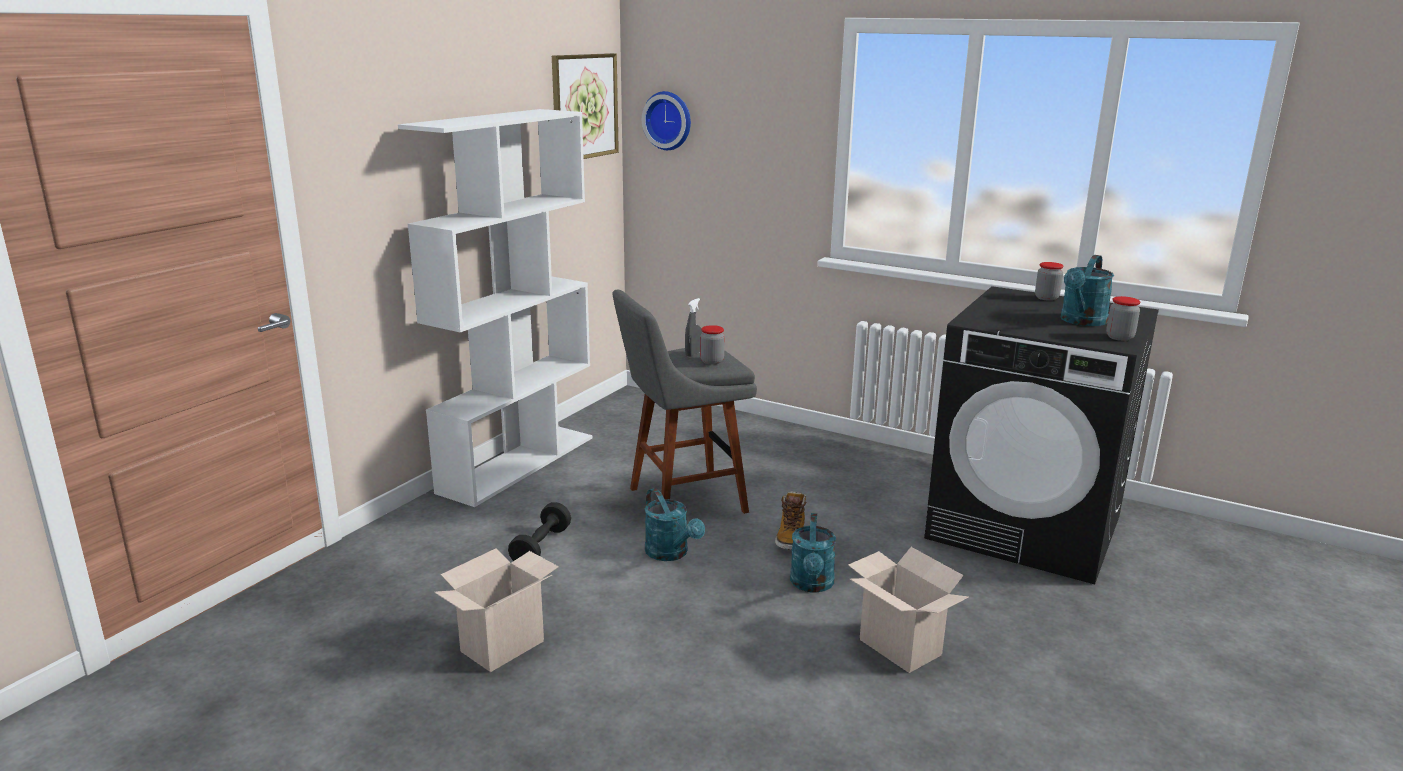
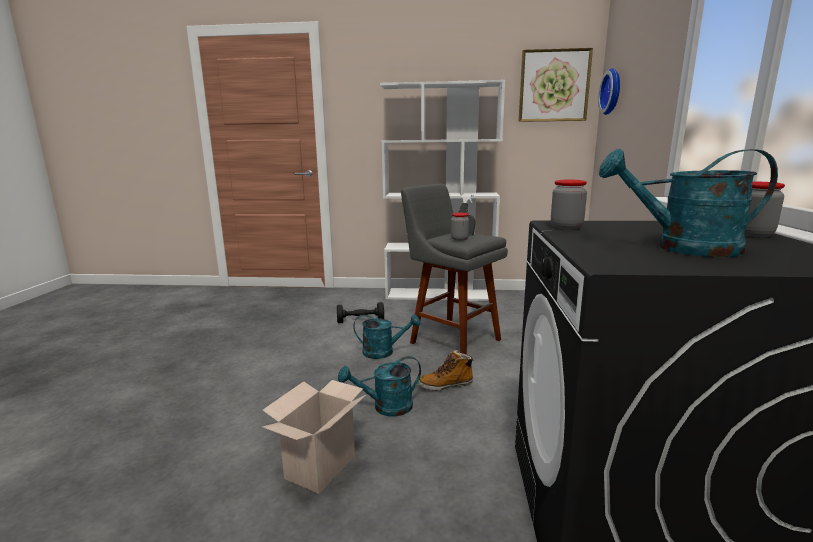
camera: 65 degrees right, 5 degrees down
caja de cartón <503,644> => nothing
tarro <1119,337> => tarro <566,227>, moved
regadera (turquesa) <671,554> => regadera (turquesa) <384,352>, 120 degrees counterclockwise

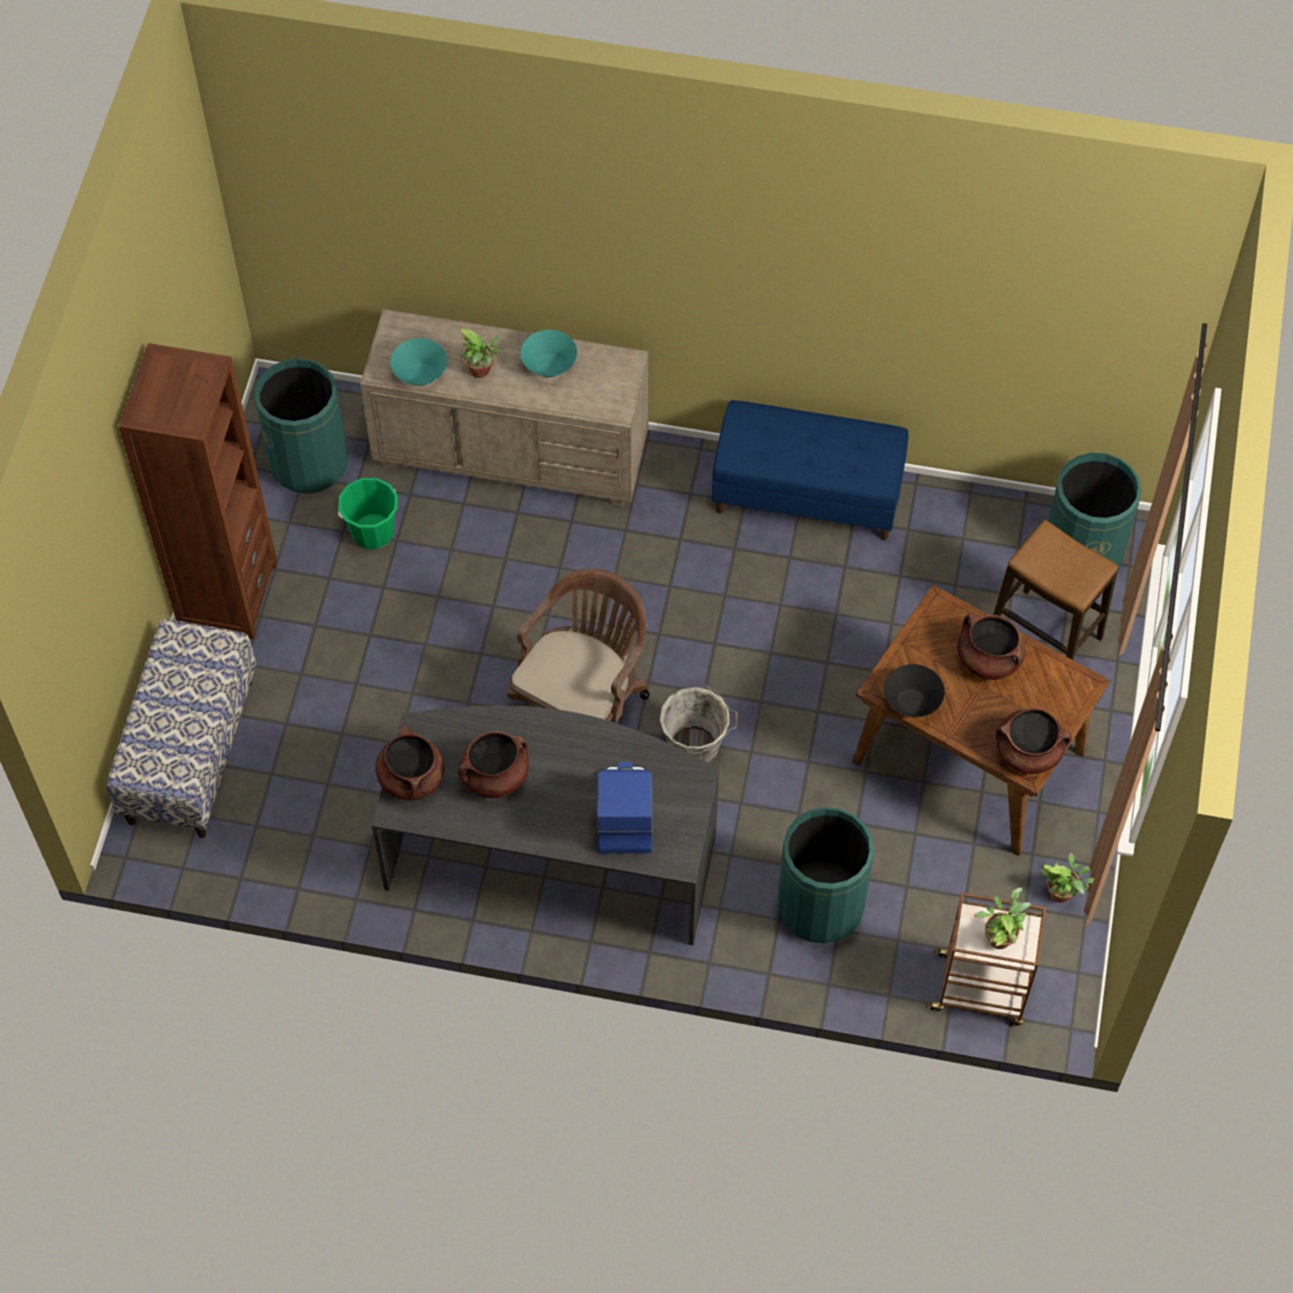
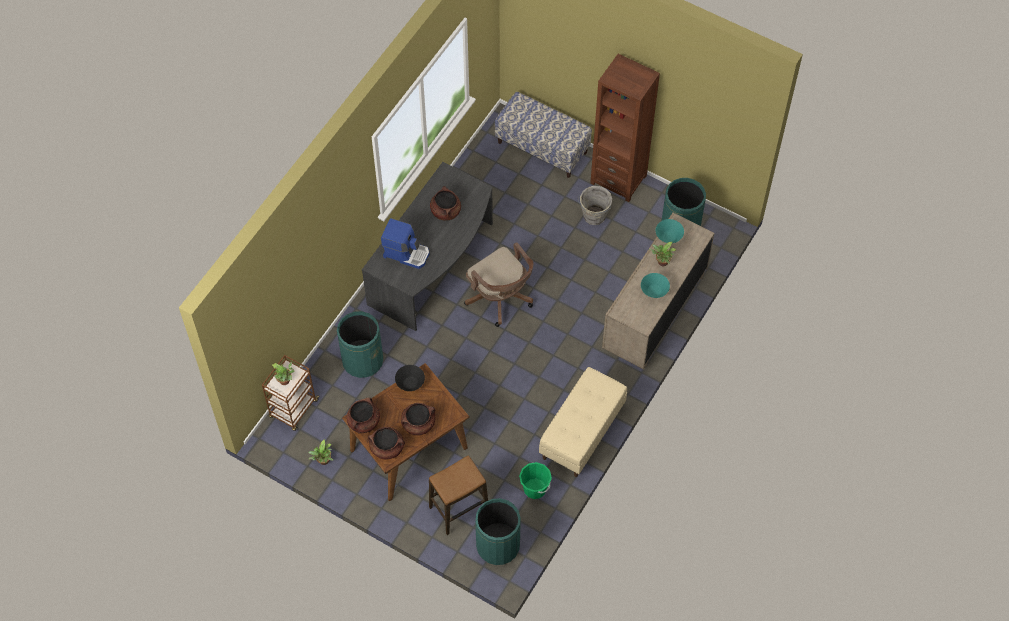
camera: 110 degrees right, 0 degrees up
cubo (verde) <372,531> => cubo (verde) <535,488>, moved
olla (marrón) <411,778> => olla (marrón) <387,448>, moved
cubo (gris) <696,749> => cubo (gris) <594,217>, moved
banco (azul) <808,494> => banco (beis) <582,433>

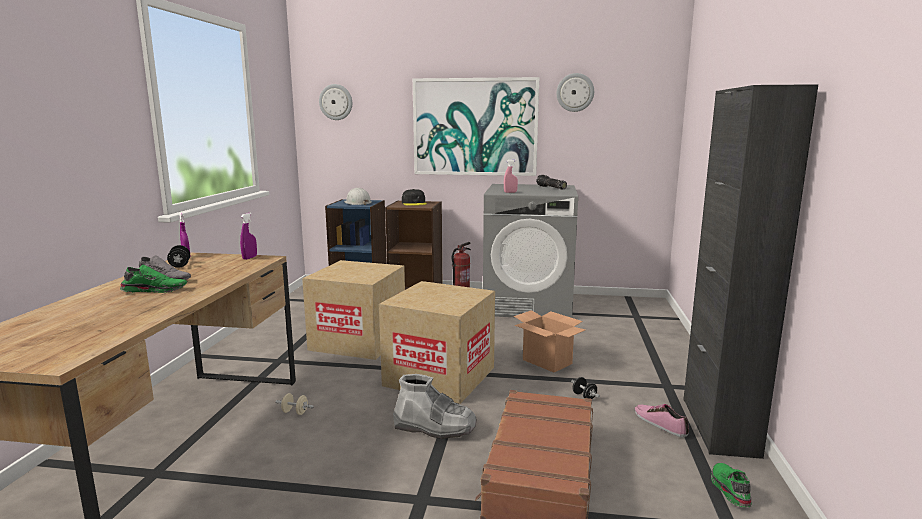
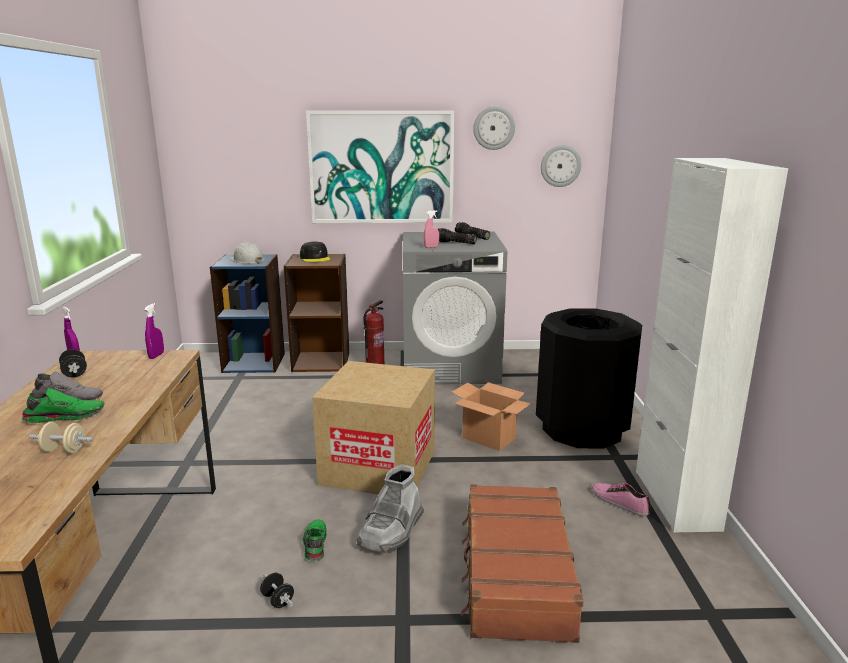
camera: 10 degrees left, 5 degrees up
caja de cartón <358,341> => nothing
nothing => linterna <455,243>
nothing => papelera (negro) <581,429>
mancuerna (beis) <295,412> => mancuerna (beis) <64,450>, moved
reloj de pared <336,102> => reloj de pared <560,166>, moved
mancuerna (negro) <584,396> => mancuerna (negro) <278,600>, moved
zapato (verde) <729,490> => zapato (verde) <314,544>, moved
armario (negro) <719,426> => armario (blanco) <676,499>
bota (gris) <435,427> => bota (gris) <392,531>, 105 degrees clockwise

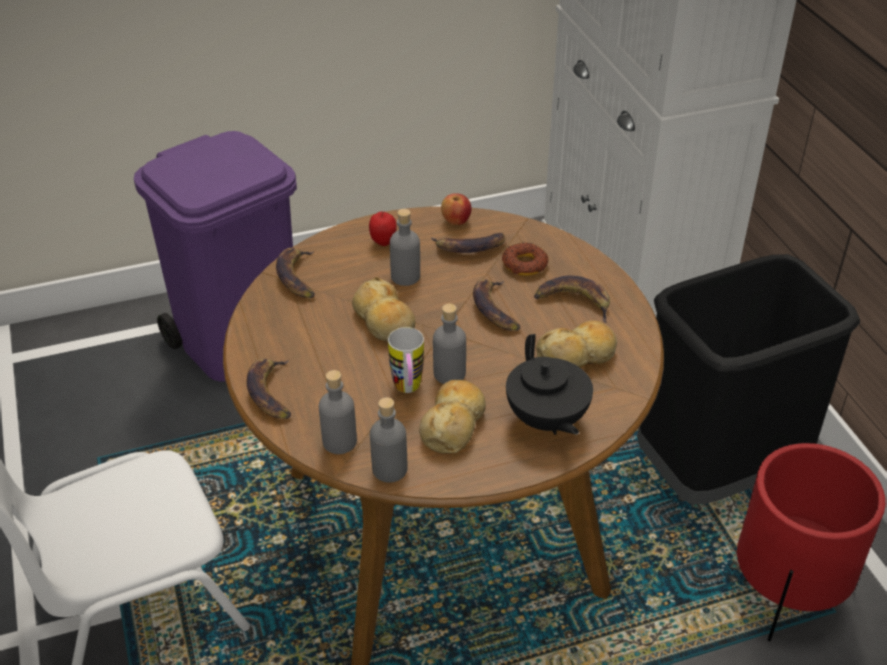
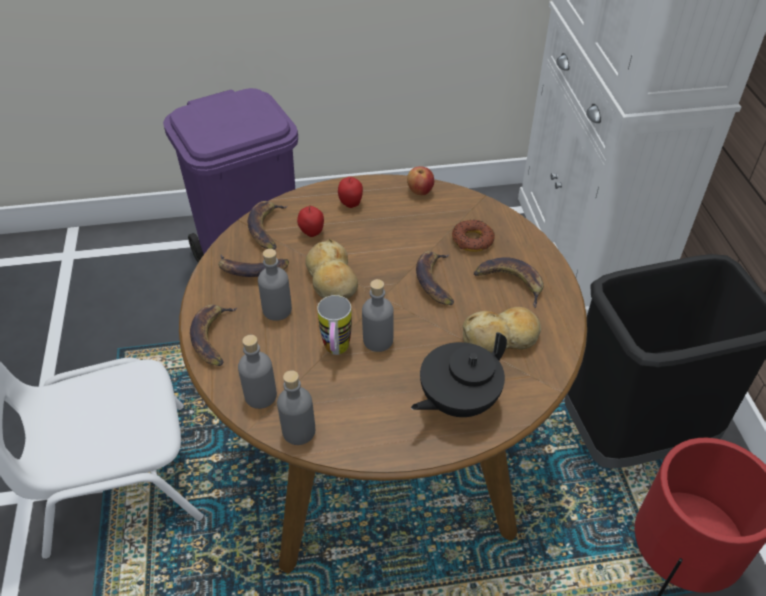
camera: 10 degrees right, 5 degrees up
pan <453,424> => nothing
nothing => manzana <311,233>
botella (gris) <405,276> => botella (gris) <277,310>, moved
plátano <469,248> => plátano <251,270>, moved
tetera (negro) <546,420> => tetera (negro) <457,401>, 60 degrees clockwise

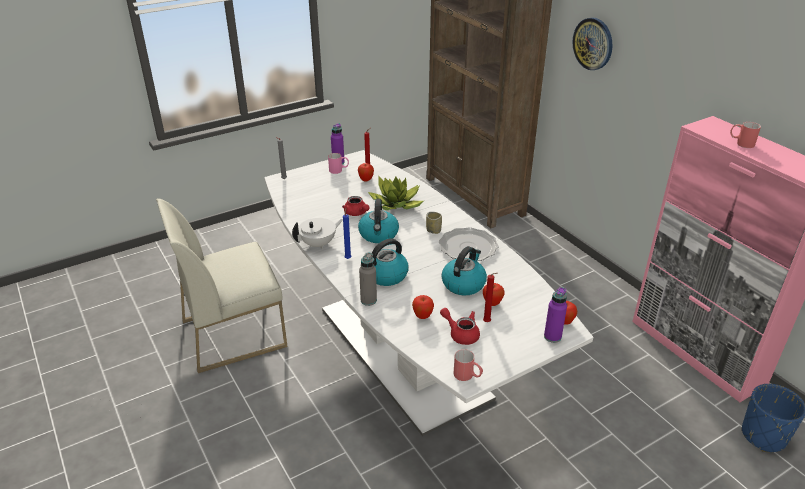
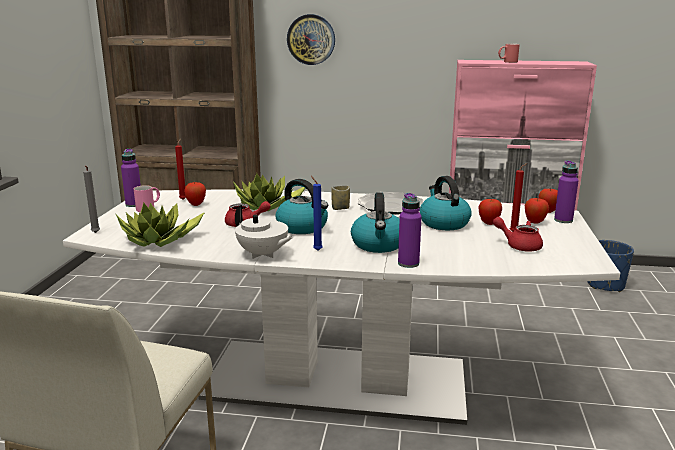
camera: 50 degrees left, 15 degrees down
taza grande (rojo) <467,376> => nothing
nothing => planta en maceta <159,241>
manzana <422,316> => manzana <534,222>, moved
botella (gris) <368,300> => botella (morado) <408,263>
tetera (blanco) <319,244> => tetera (blanco) <263,254>, 120 degrees clockwise
tetera (rojo) <461,334> => tetera (rojo) <519,245>, 45 degrees clockwise

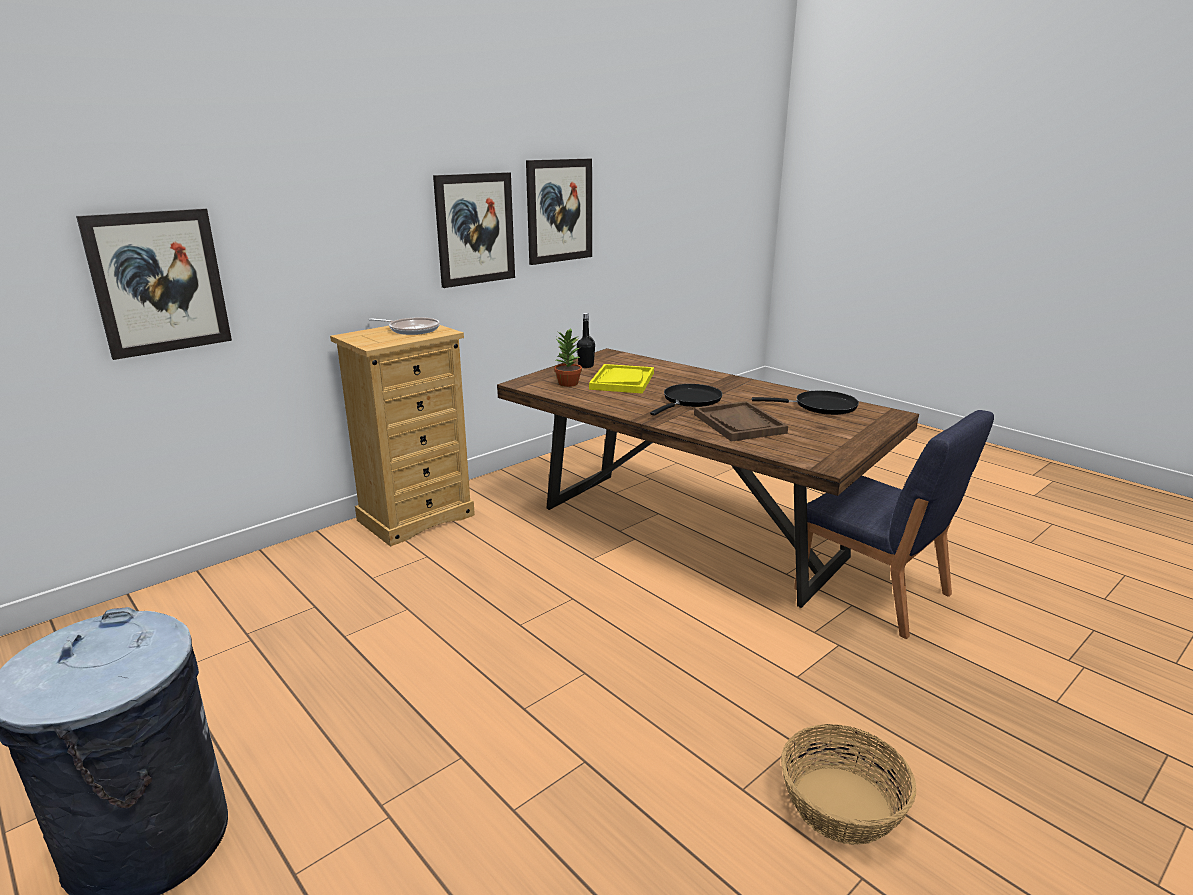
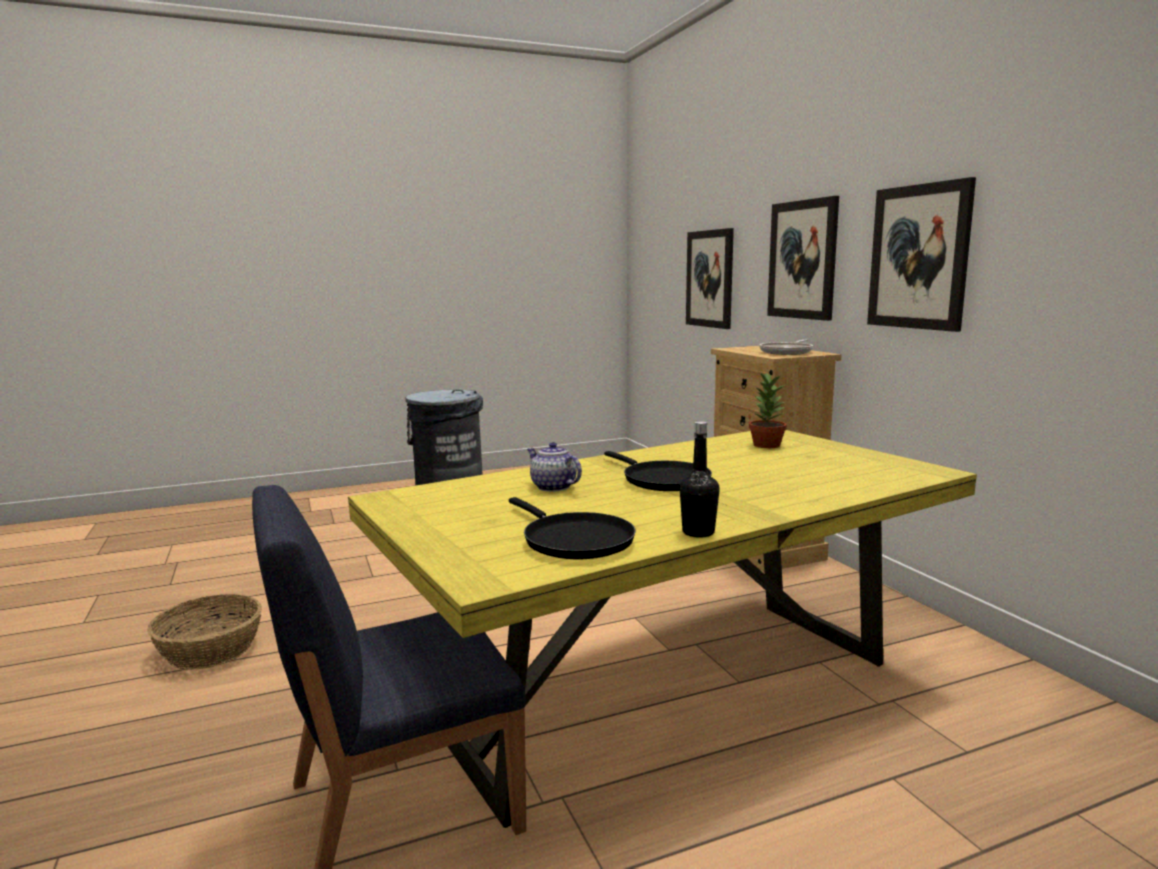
camera: 110 degrees right, 10 degrees down
bandeja (amarillo) <622,381> => nothing
cuadro <559,211> => cuadro <802,260>, moved
botella (negro) <586,366> => botella (negro) <698,532>, moved
bandeja (marrón) <739,424> => tetera <552,487>
mesa de comedor (marrón) <690,532> => mesa de comedor (amarillo) <669,694>
sartén (negro) <821,406> => sartén (negro) <573,540>, 60 degrees counterclockwise

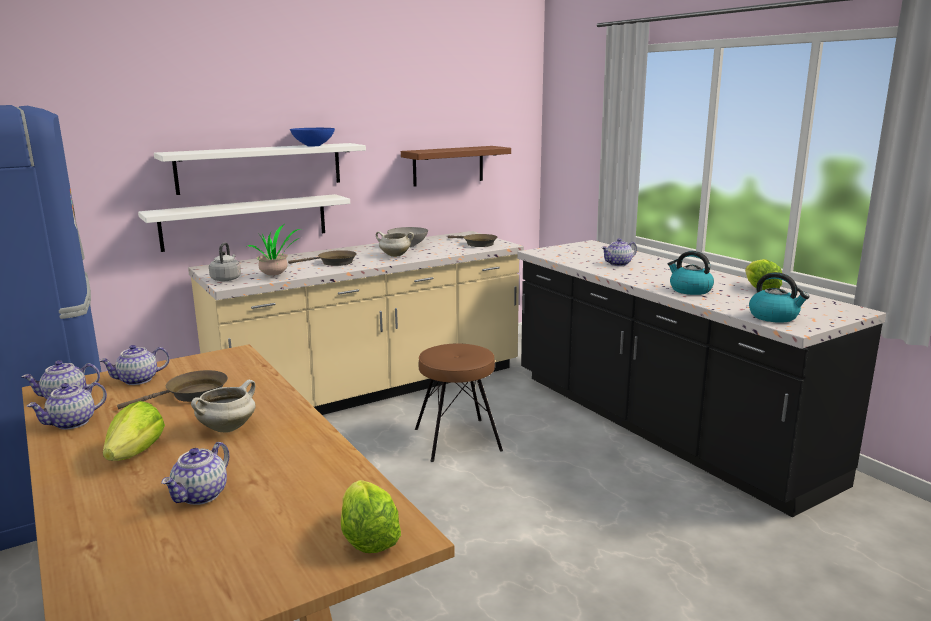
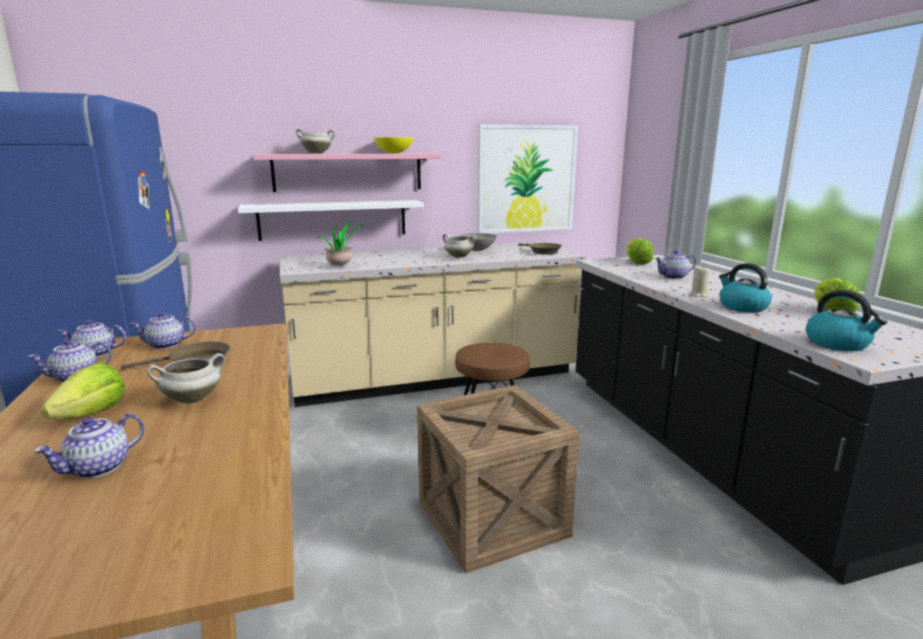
camera: 15 degrees right, 0 degrees up
hervidor (gris) <226,279> => nothing
sartén (marrón) <333,263> => nothing
nothing => olla (blanco) <317,153>
nothing => caja de embalaje <492,518>
nothing => vela (beis) <698,295>
lechuga <368,538> => lechuga <636,262>, moved
estante (marrón) <448,165> => cuadro <526,179>
estante (blanco) <260,168> => estante (rosa) <348,172>
cuenco (azul) <314,145> => cuenco (amarillo) <394,153>

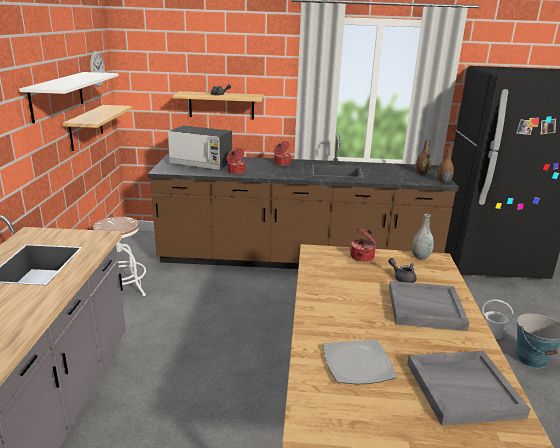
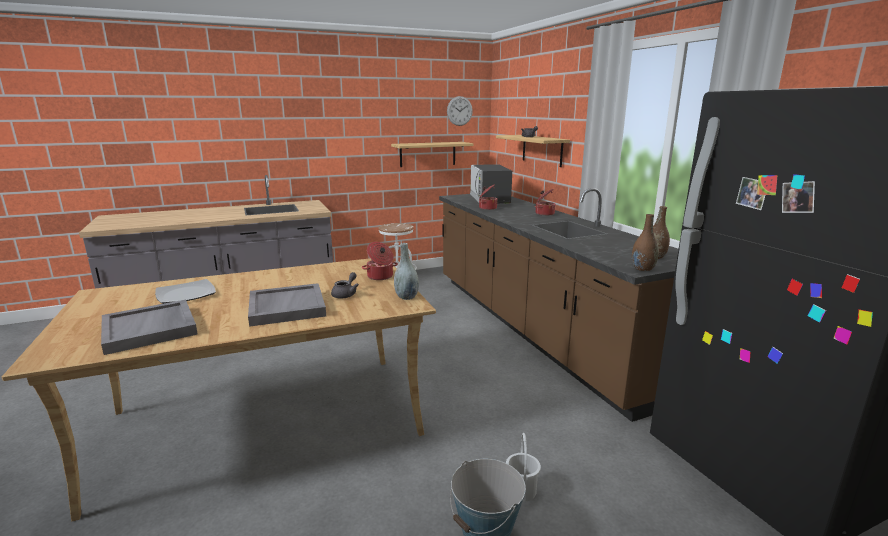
camera: 65 degrees right, 5 degrees down
estante (blanco) <57,96> => nothing

